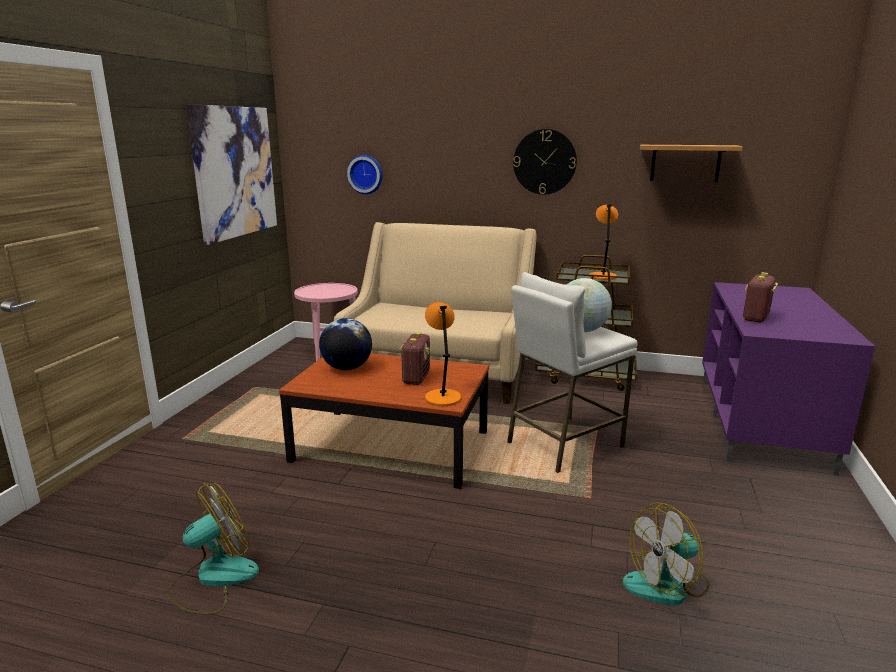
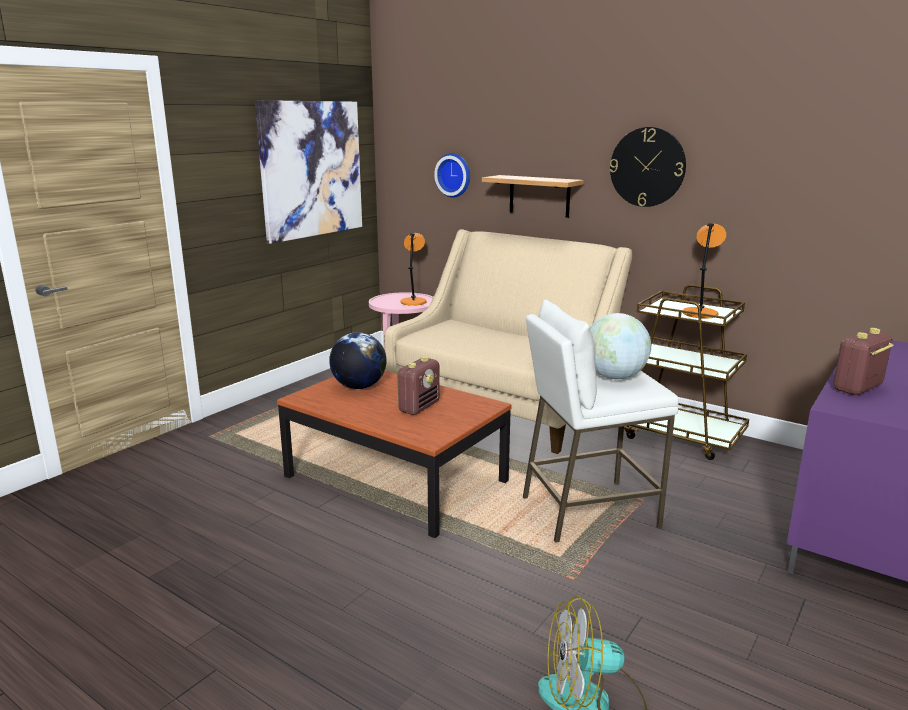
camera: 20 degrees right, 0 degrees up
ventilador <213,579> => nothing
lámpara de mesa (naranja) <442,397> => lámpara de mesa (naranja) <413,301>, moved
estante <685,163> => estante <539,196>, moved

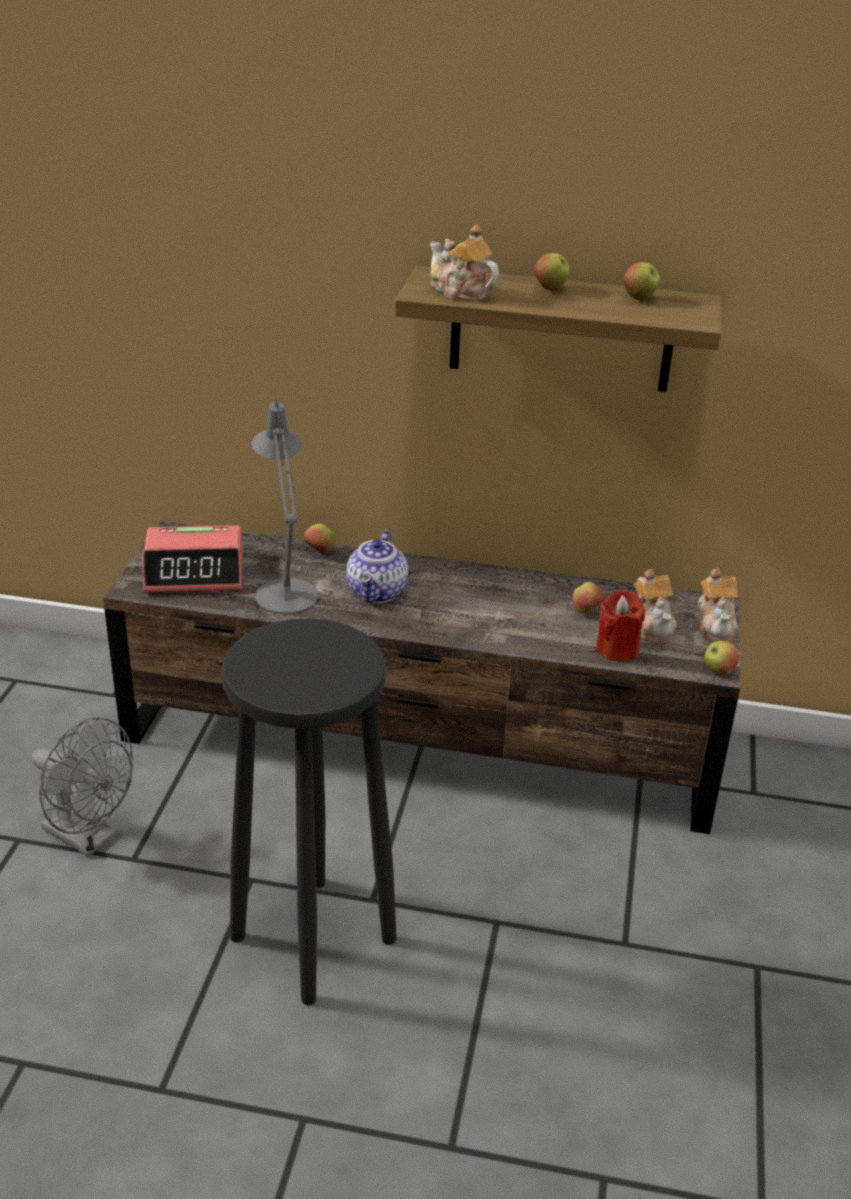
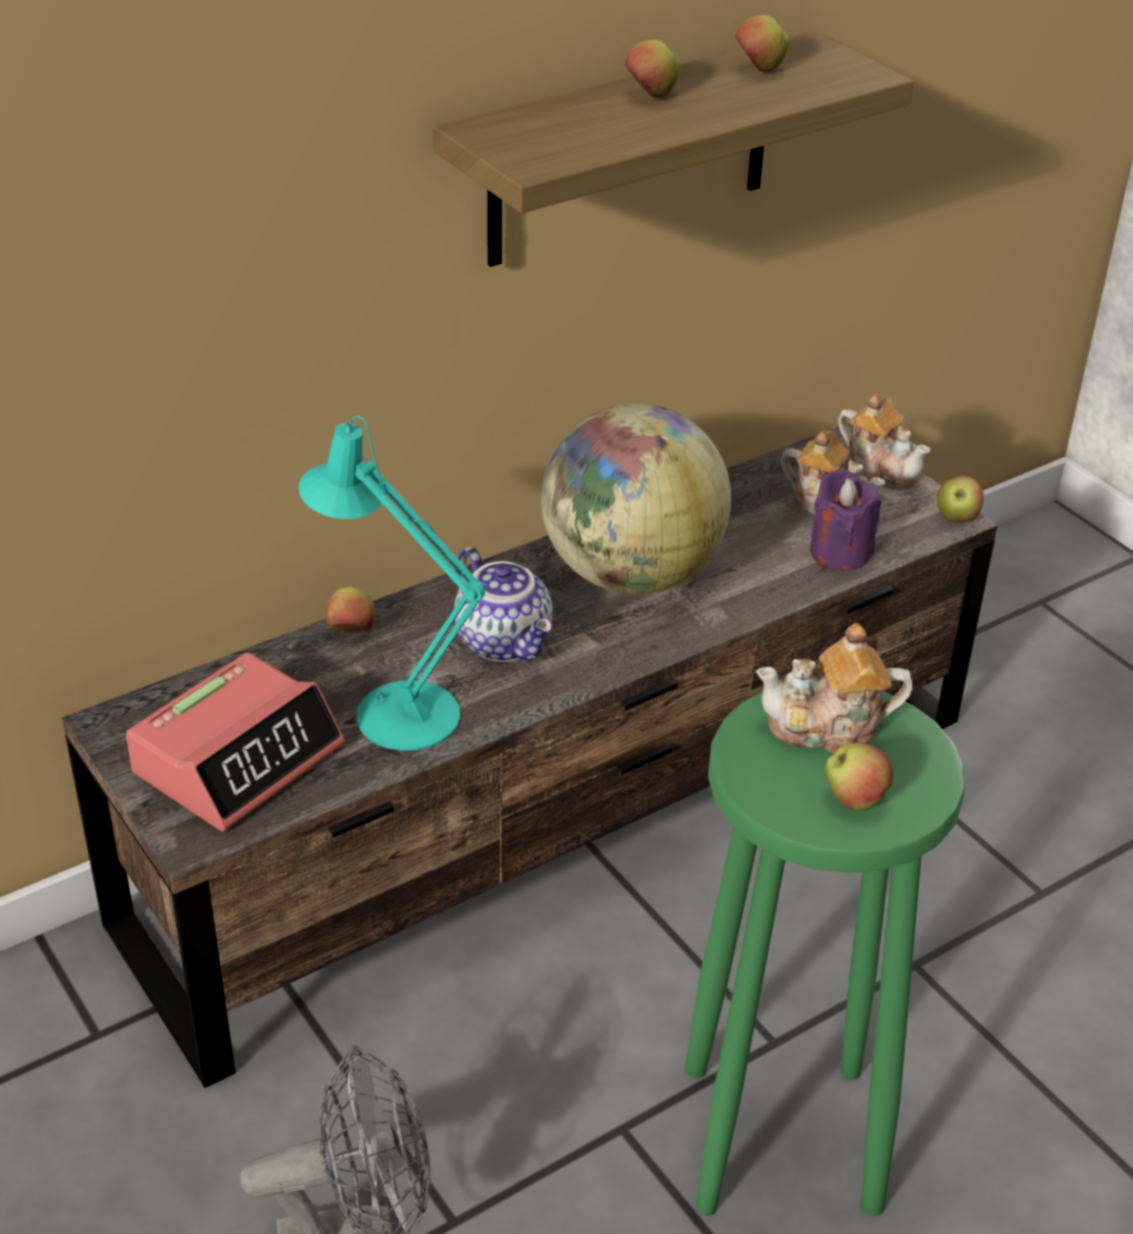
camera: 45 degrees left, 5 degrees up
nothing => globo terráqueo <630,574>
tetera <459,292> => tetera <827,728>, moved
manzana <586,612> => manzana <854,799>, moved
taburete (negro) <311,939> => taburete (verde) <781,1139>
lámpara de mesa (gris) <285,590> => lámpara de mesa (turquesa) <395,709>
vela (rojo) <617,649> => vela (morado) <840,552>

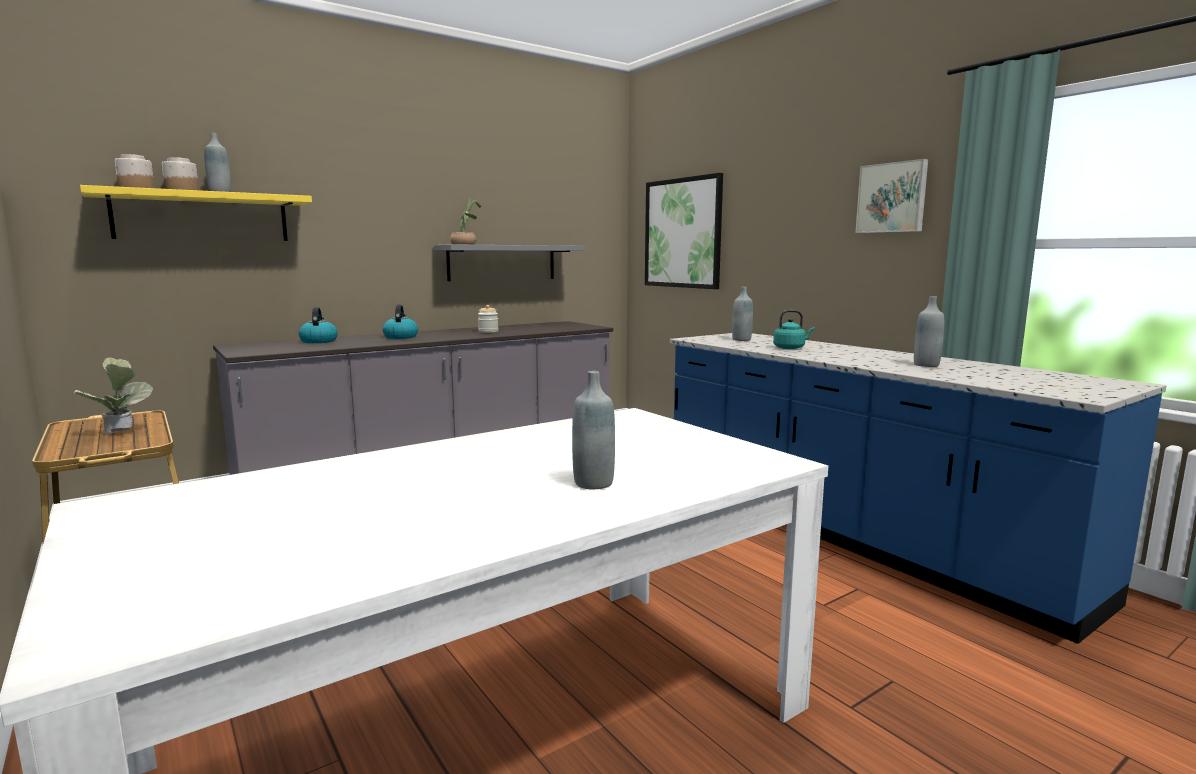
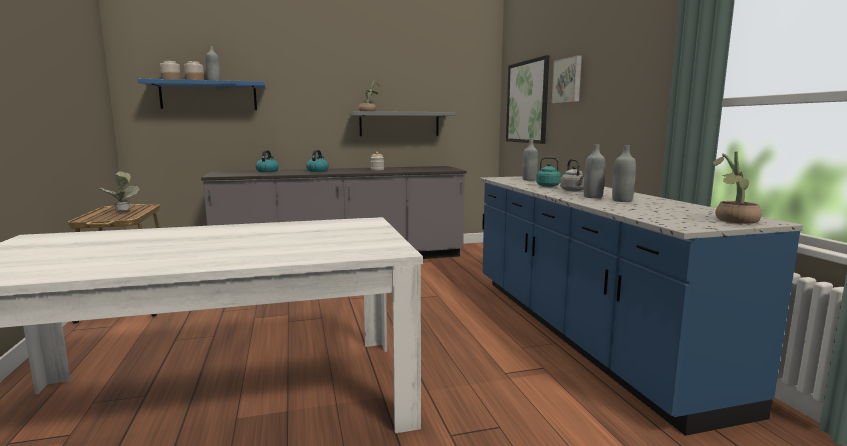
camera: 20 degrees right, 0 degrees up
nothing => hervidor (gris) <573,190>
nothing => planta en maceta <733,221>
botella (gris) <593,483> => botella (gris) <593,197>, moved
cuadro <892,198> => cuadro <568,80>, moved
estante (amarillo) <202,217> => estante (azul) <209,96>

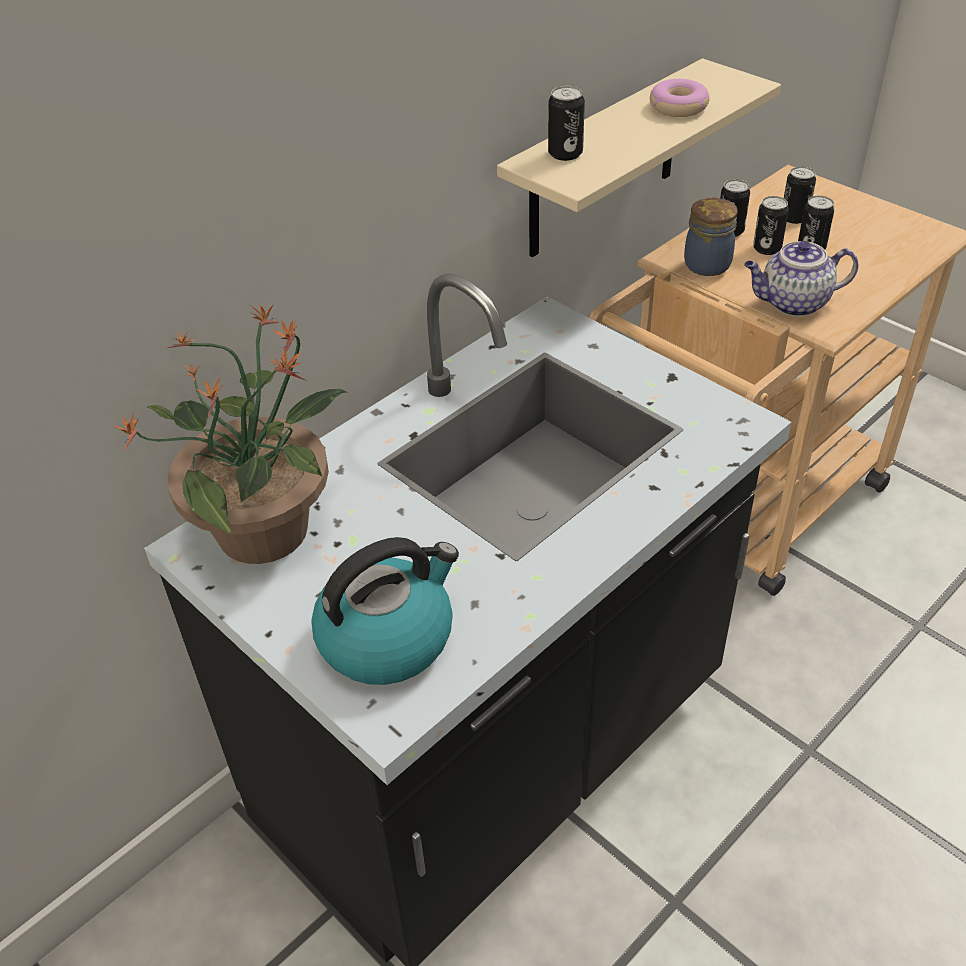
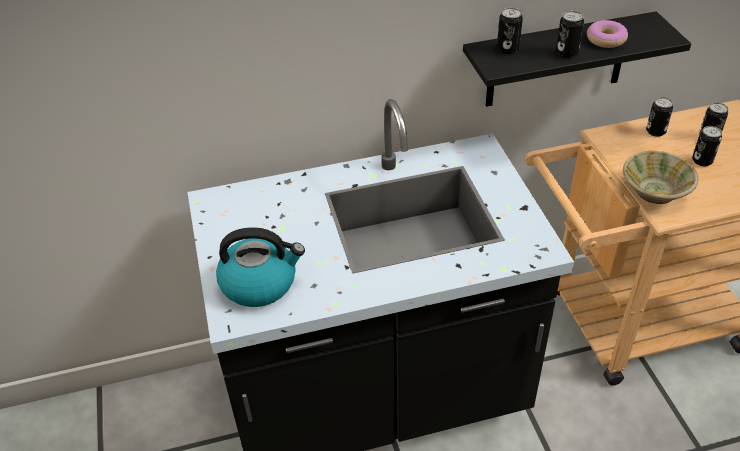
camera: 30 degrees right, 0 degrees up
planta en maceta <266,529> => nothing
tarro <708,264> => nothing
lata <767,248> => lata <566,53>, moved
tetera <793,303> => cuenco (beis) <654,192>
estante (beis) <604,162> => estante (negro) <556,61>

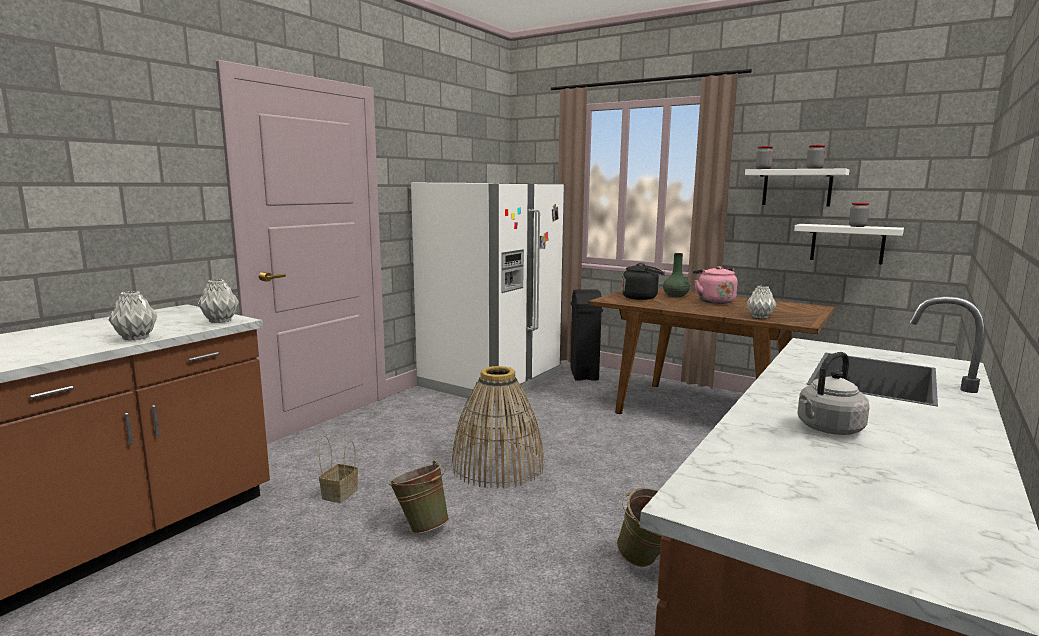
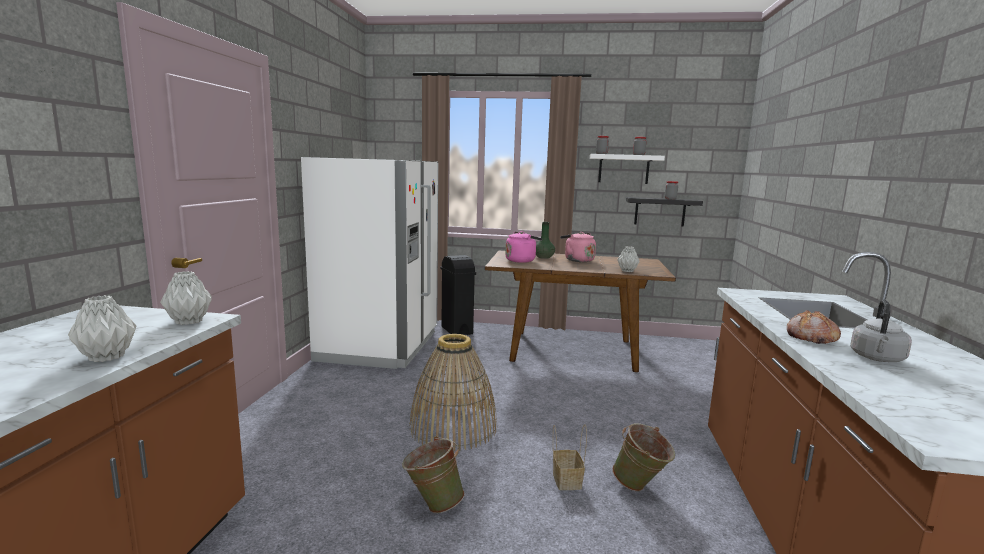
camera: 25 degrees left, 0 degrees up
nothing => pan <810,337>
cesta <340,493> => cesta <566,479>, moved
hervidor (negro) <642,297> => hervidor (rosa) <521,260>
estante (blanco) <847,243> => estante (negro) <660,211>

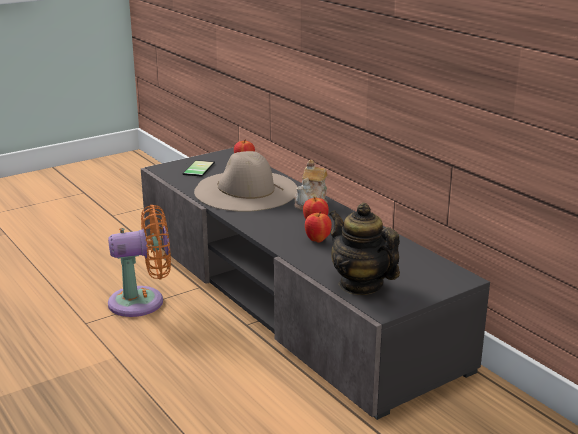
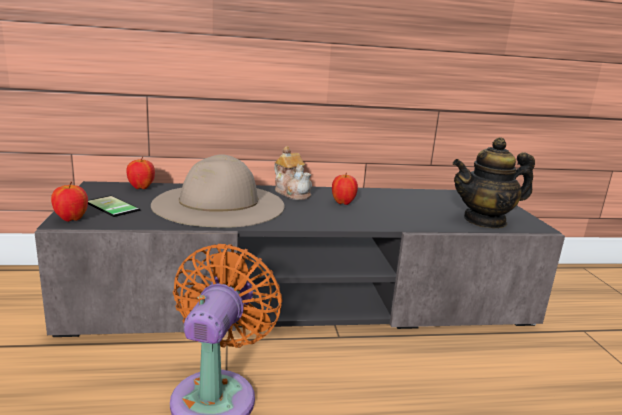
camera: 65 degrees left, 5 degrees down
manzana <317,240> => manzana <71,219>, moved

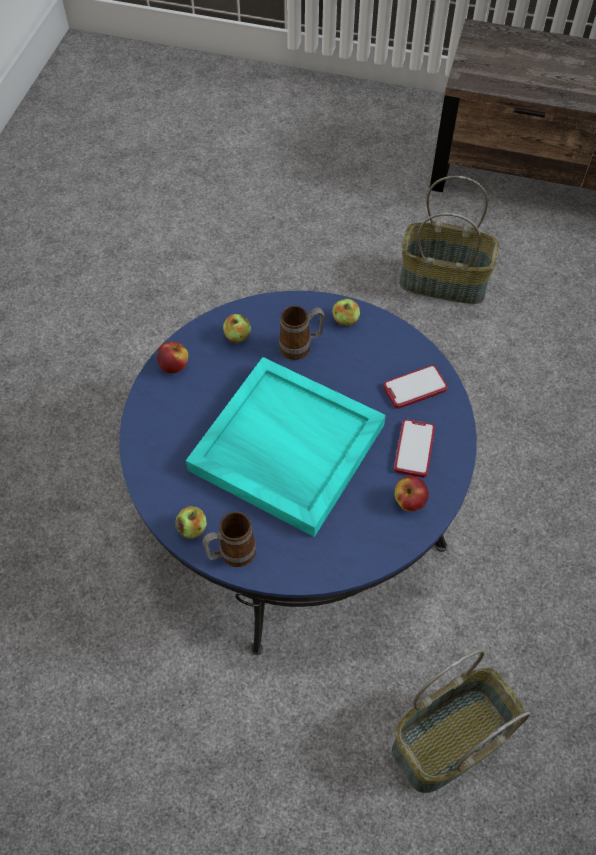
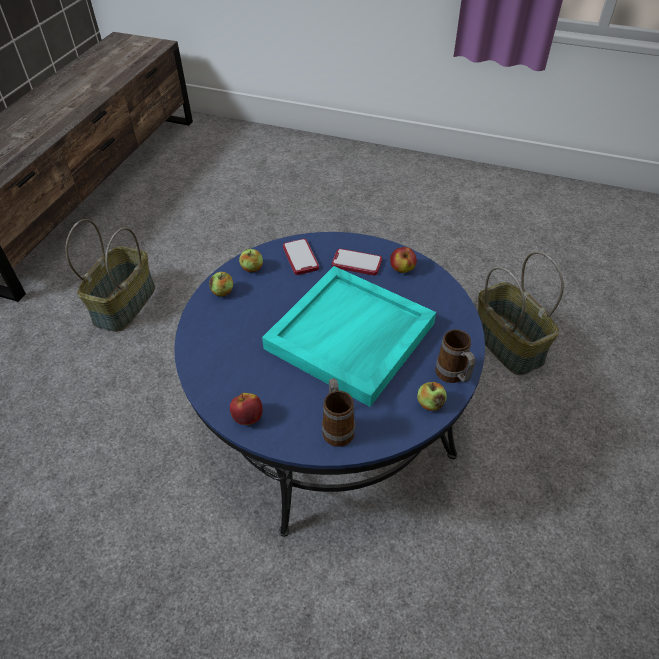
camera: 85 degrees left, 10 degrees down
manzana <237,336> => manzana <252,268>, moved
taza grande <301,347> => taza grande <337,427>, moved

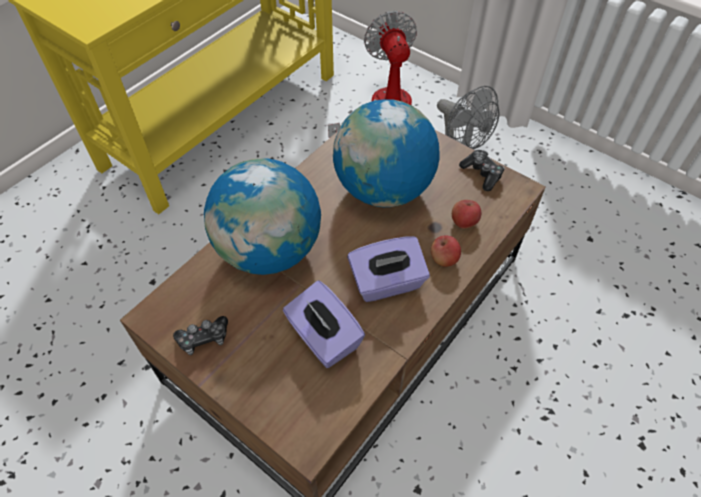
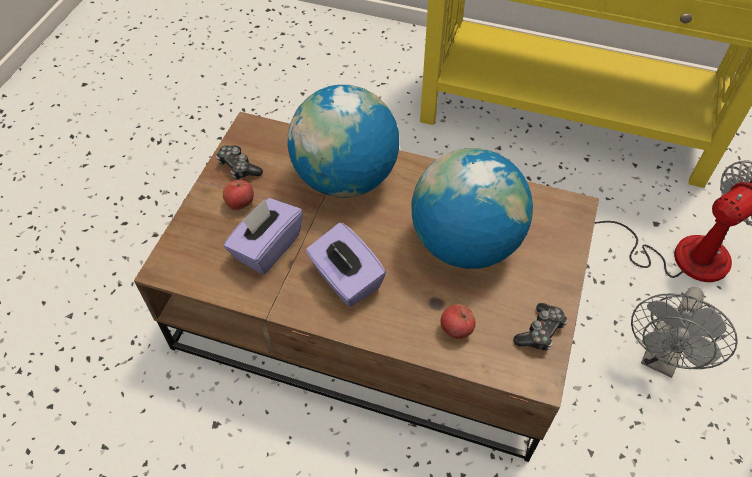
camera: 70 degrees right, 0 degrees up
manzana <444,259> => manzana <240,203>, moved

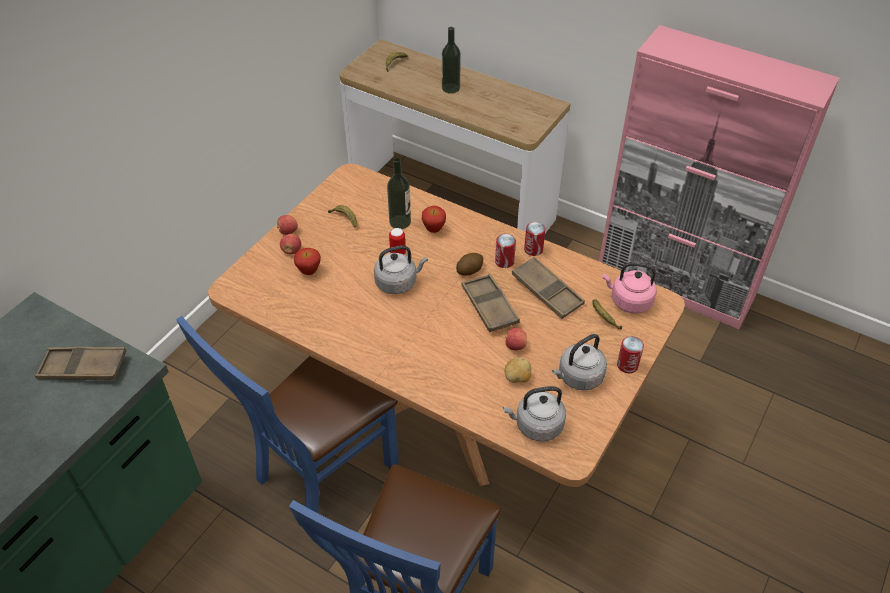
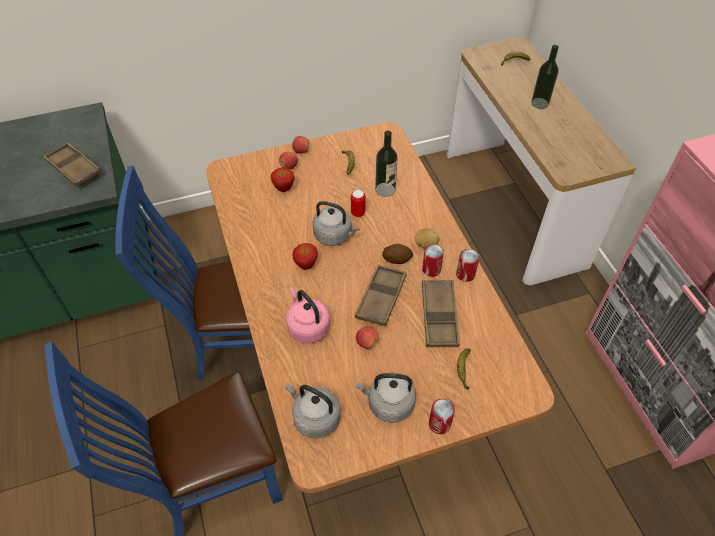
camera: 40 degrees right, 5 degrees up
manzana <433,230> => manzana <306,266>, moved
patata <517,378> => patata <426,246>, moved
hervidor (rosa) <628,301> => hervidor (rosa) <307,326>, moved

